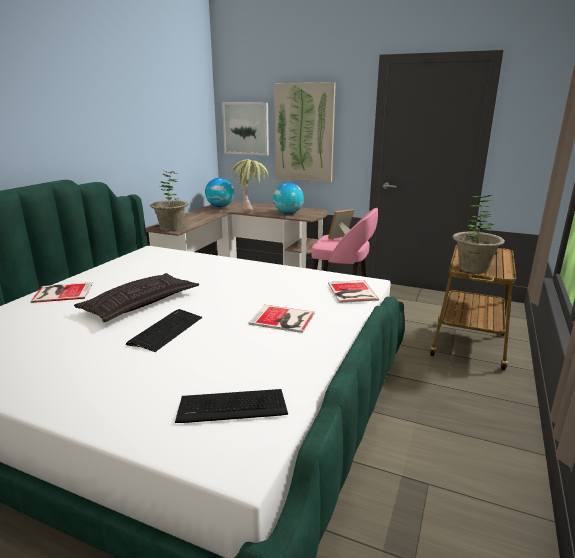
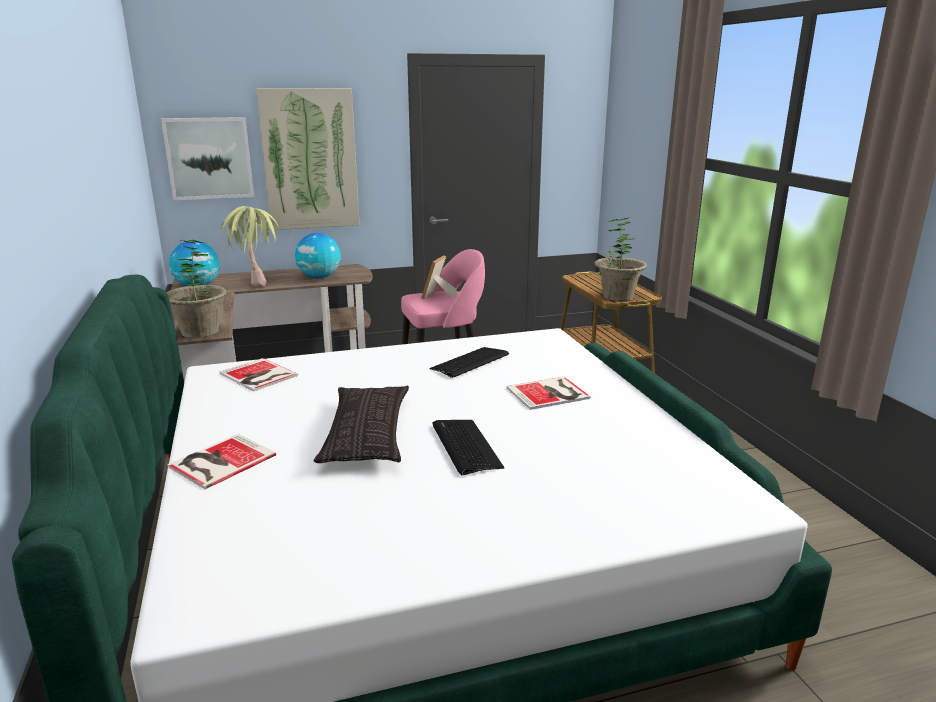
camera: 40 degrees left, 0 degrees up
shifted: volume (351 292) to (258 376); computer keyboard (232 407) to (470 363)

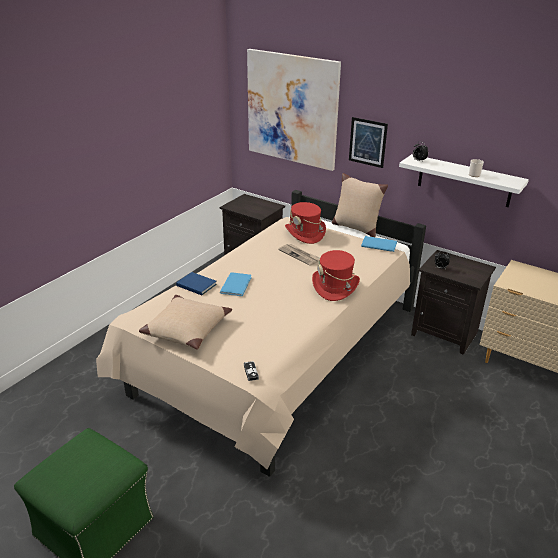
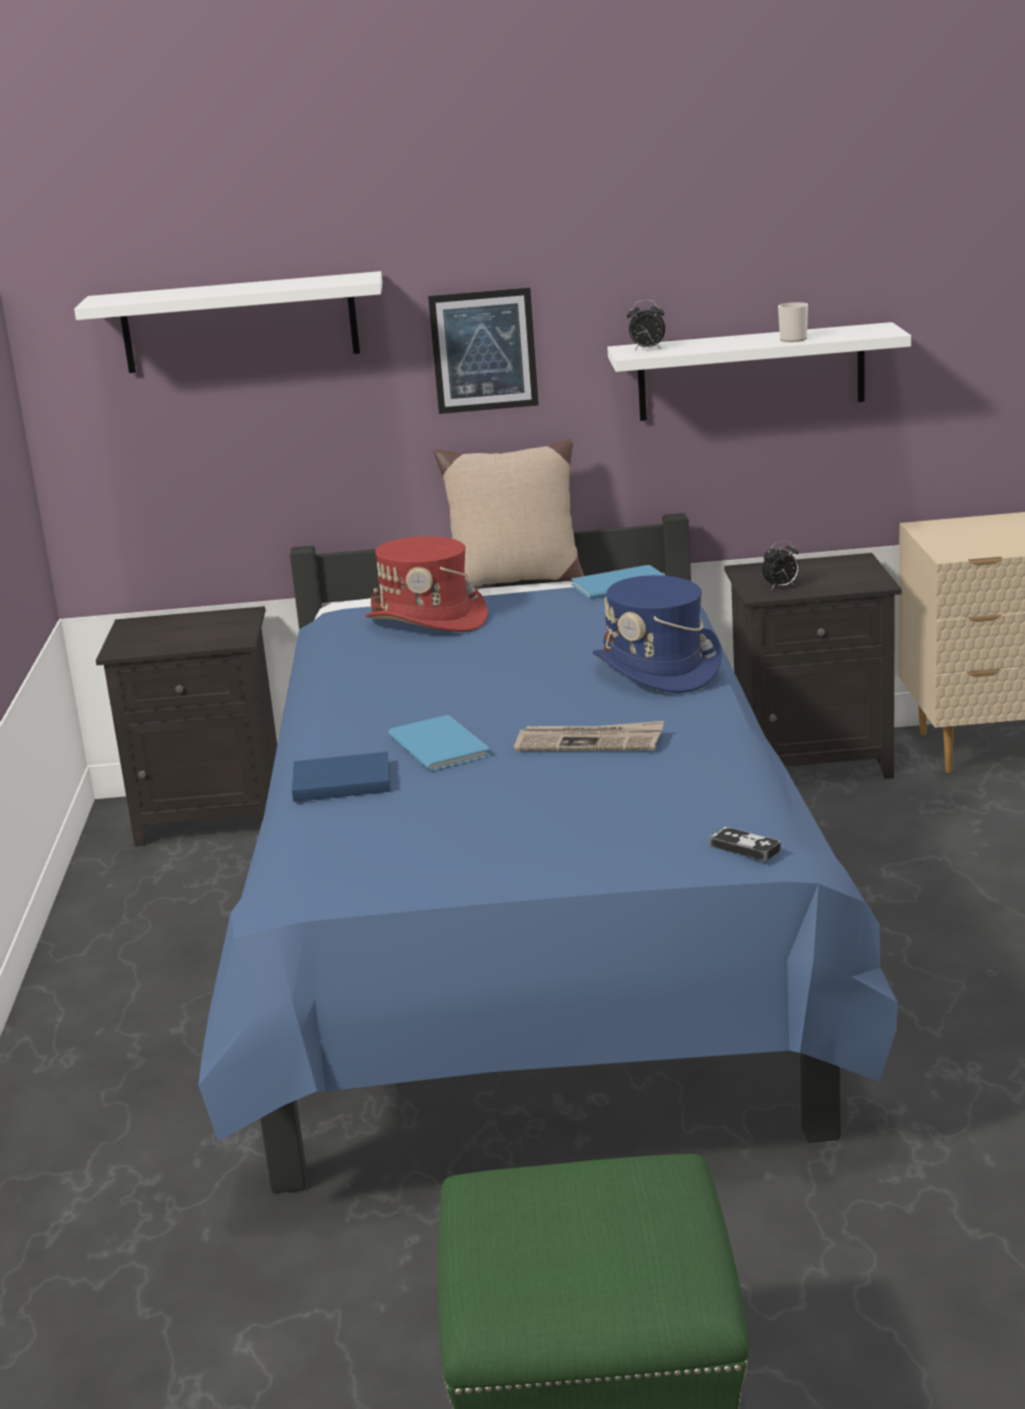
camera: 35 degrees left, 10 degrees down
gone: throw pillow in beige-coloured (186 329)
shifted: printed paper (299 255) to (590 742)
swapped: wall art (292 109) to shelf in white (239 323)
repainted: bedroom bed in beige-coloured (277 354) to bedroom bed in blue (529 942); hat in red-coloured (335 286) to hat in blue (658 670)

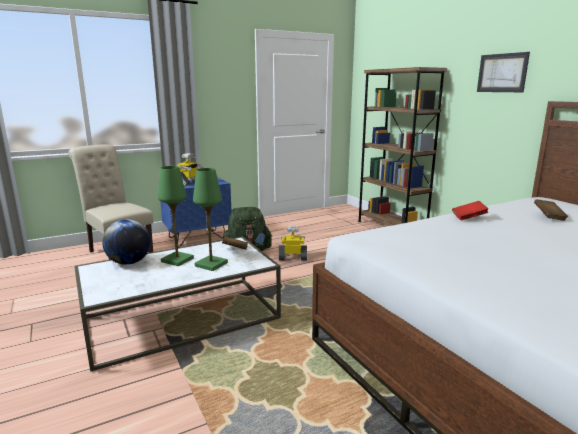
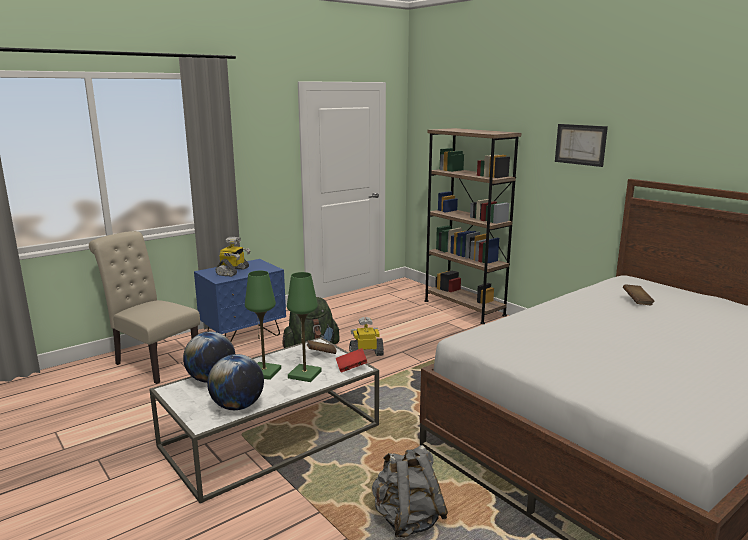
camera: 10 degrees left, 0 degrees up
new: desk globe (237 406); knapsack in grey (407 520)
shifted: volume in red-coloured (469 217) to (351 367)

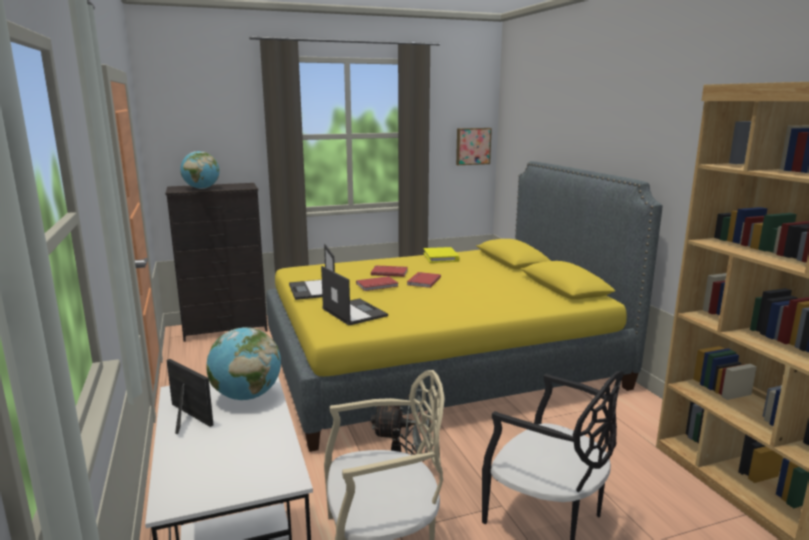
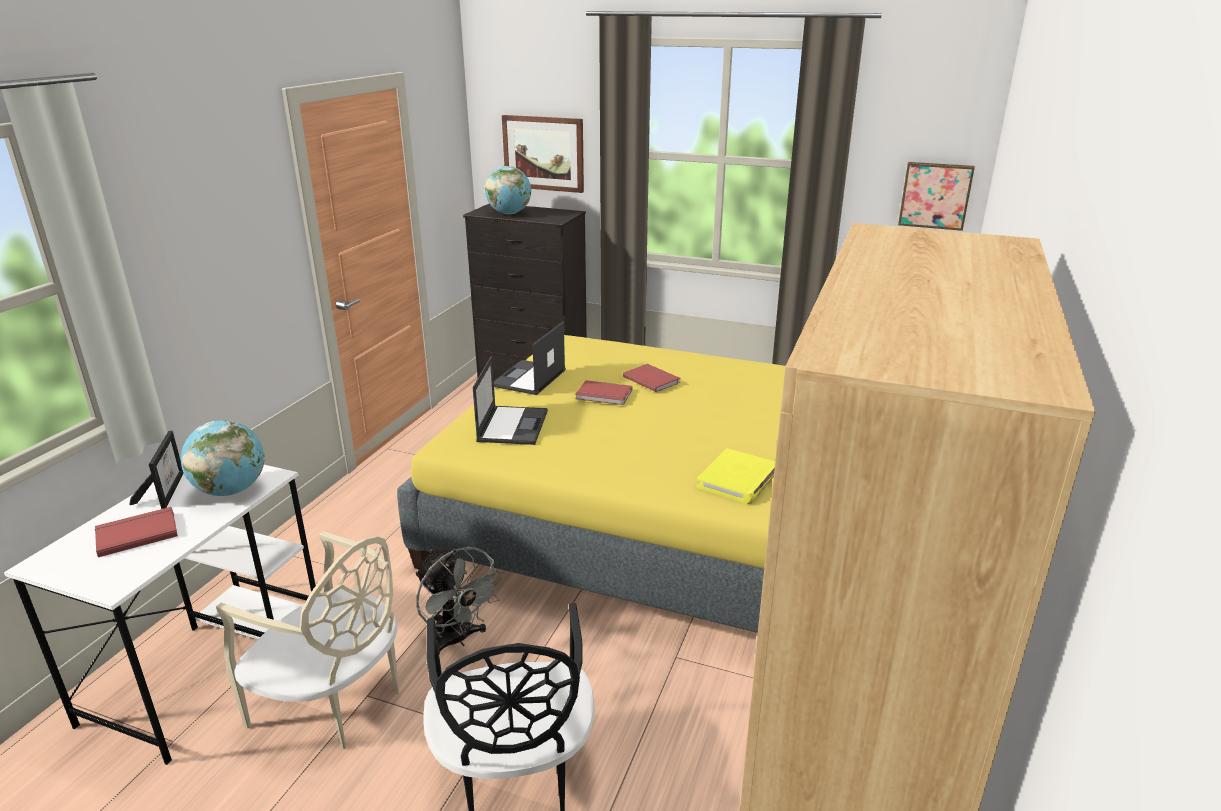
camera: 40 degrees right, 10 degrees up
new: wall art (543 153)
shifted: volume in yellowish (441 257) to (738 480); volume in red-coloured (422 281) to (136 533)

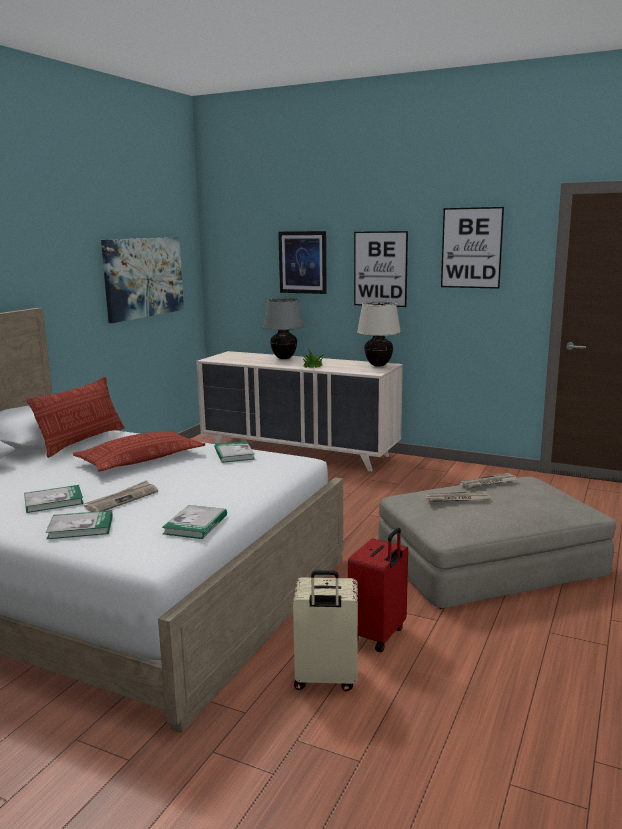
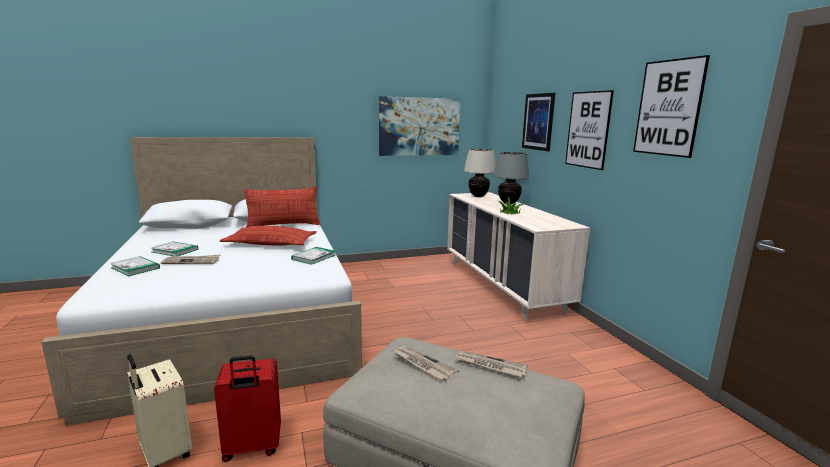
camera: 45 degrees right, 0 degrees up
gone: volume (195 524)
shifted: lamp for a table in beige-coloured (378 365) to (478 196)

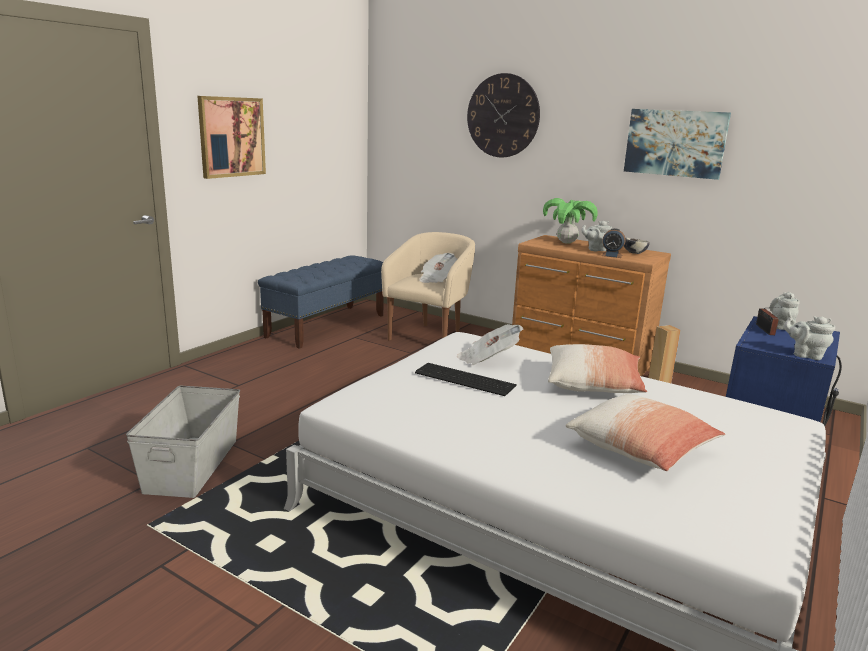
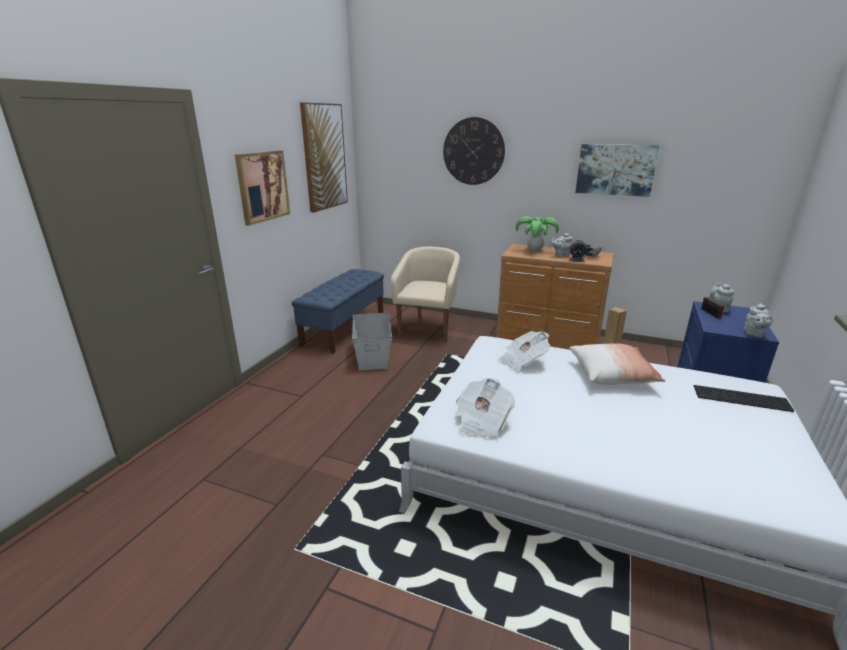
camera: 10 degrees left, 5 degrees up
gone: throw pillow (641 449)
new: wall art (324 157)
shifted: printed paper (437 279) to (481 422); computer keyboard (465 380) to (742 399); storage container in grey (193 465) to (373 355)
rotated: pot for tea in grey (805 355) = (753 334) 90 degrees counterclockwise

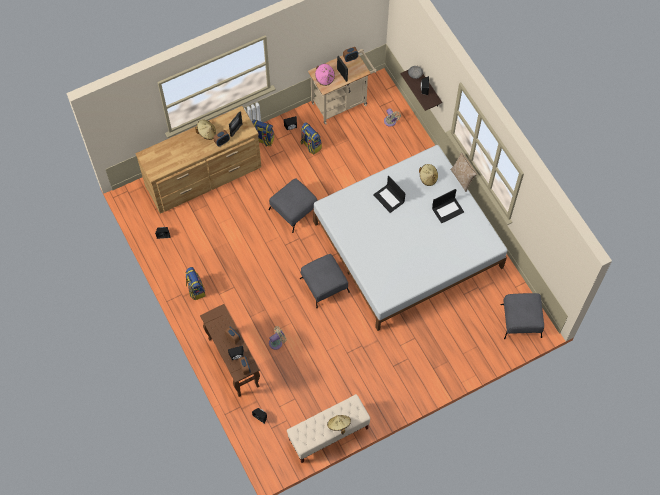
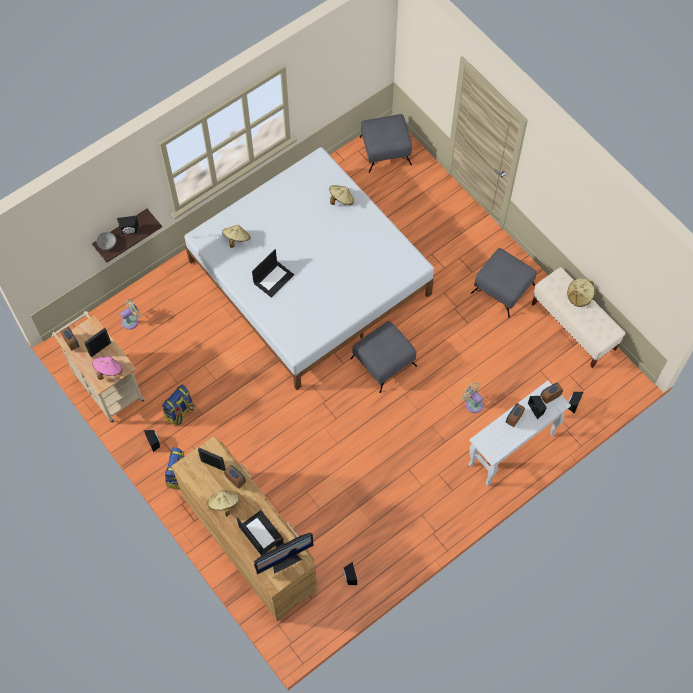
camera: 100 degrees left, 0 degrees up
gone: throw pillow (462 178); knapsack (195 289)
new: hat in beige-coloured (341 199); computer display (284 560)
shifted: ottoman in grey (294 210) to (502 288); notebook computer (448 210) to (260 533)
repainted: hall table in brown (233 362) to hall table in white (511 450)

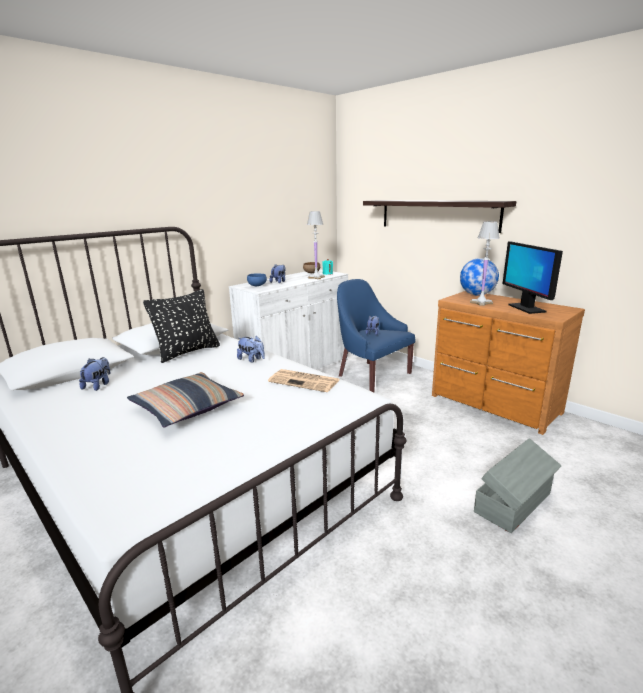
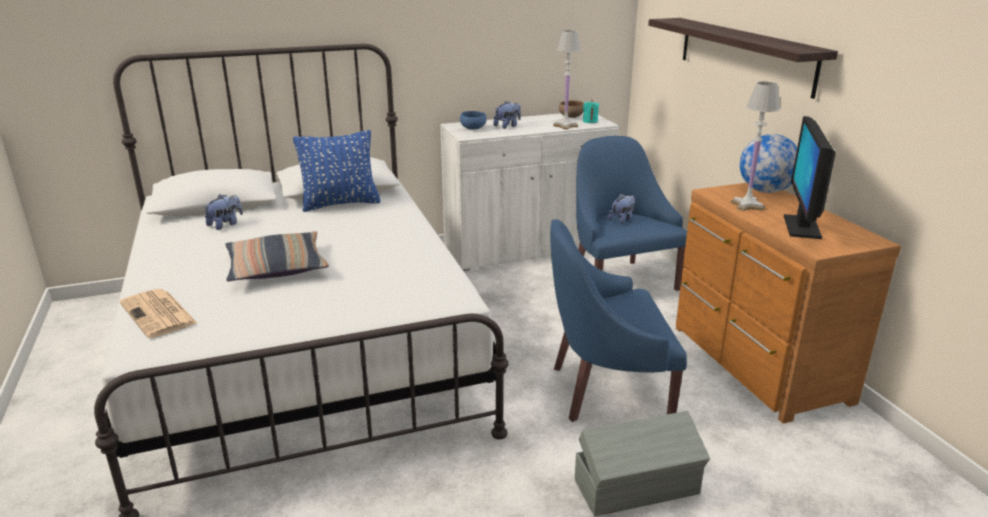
camera: 25 degrees right, 5 degrees up
gone: soft toy (251 360)
new: lounge chair in blue (606 390)
shifted: printed paper (305 381) to (159 314)
repainted: throw pillow in blackish (187 352) to throw pillow in blue (340 204)

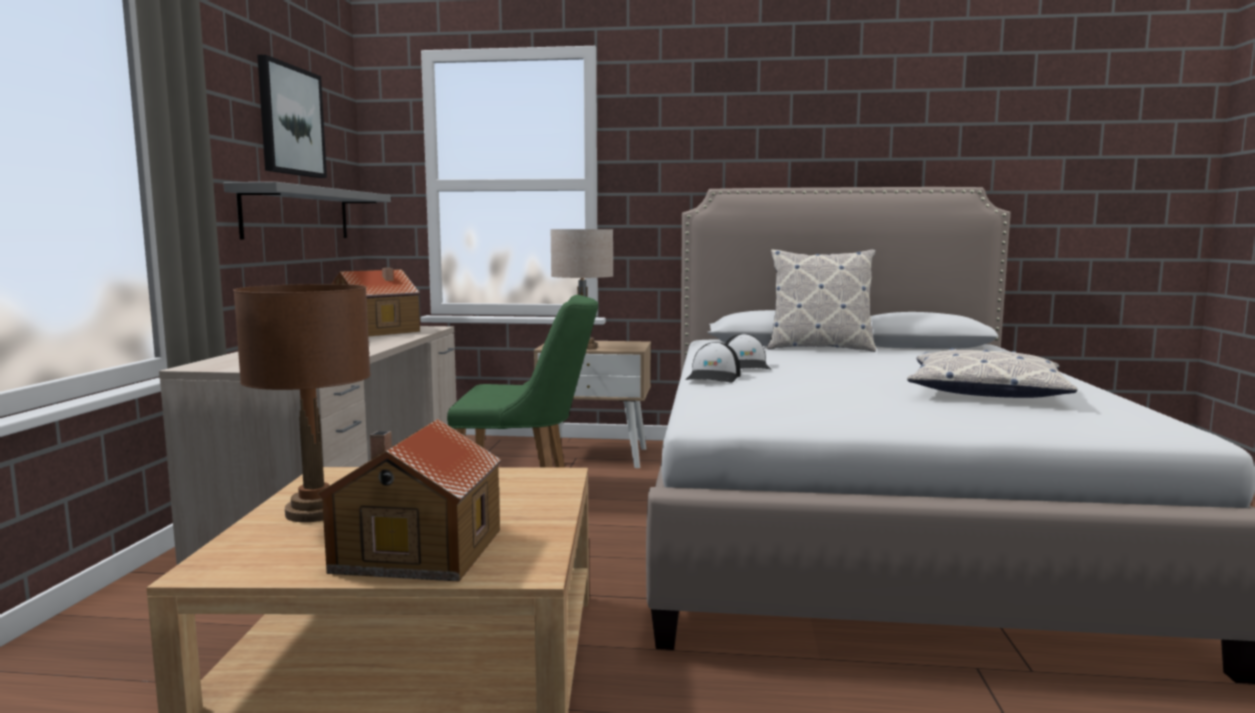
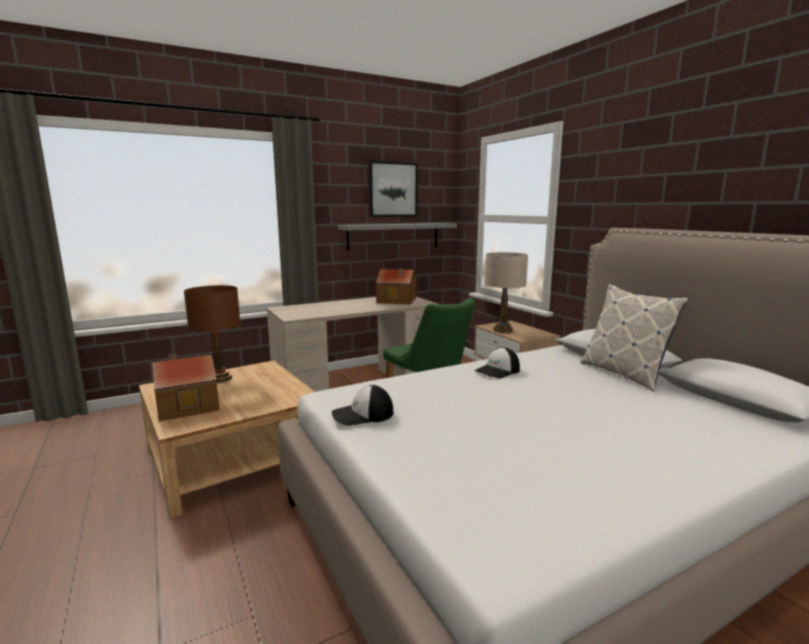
camera: 55 degrees right, 5 degrees up
gone: throw pillow (985 391)
shifted: cap (714 377) to (362 415)

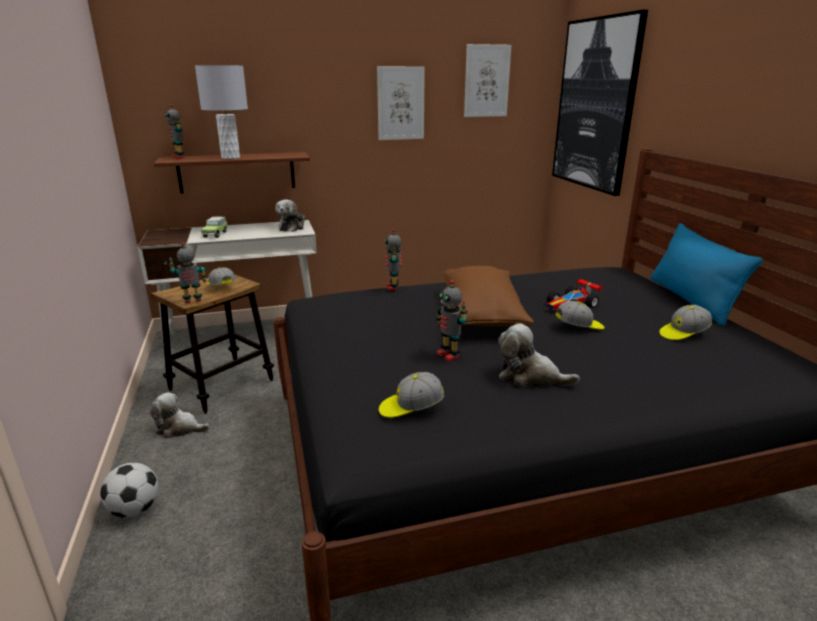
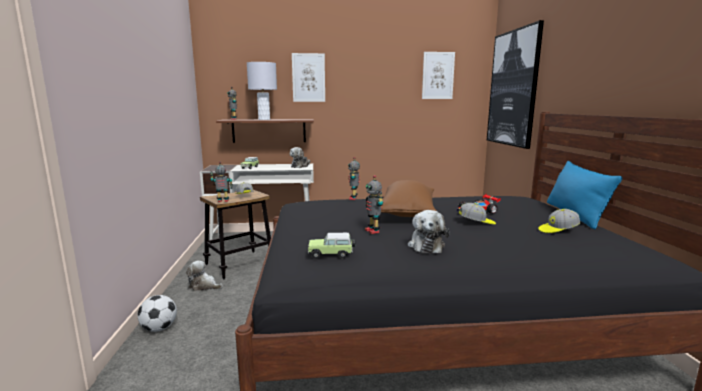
camera: 10 degrees right, 10 degrees down
shifted: wall art (400 103) to (308 77)
swapped: cap (411 408) to toy car (332 254)
rotated: soft toy (530 377) = (426 245) 120 degrees counterclockwise

